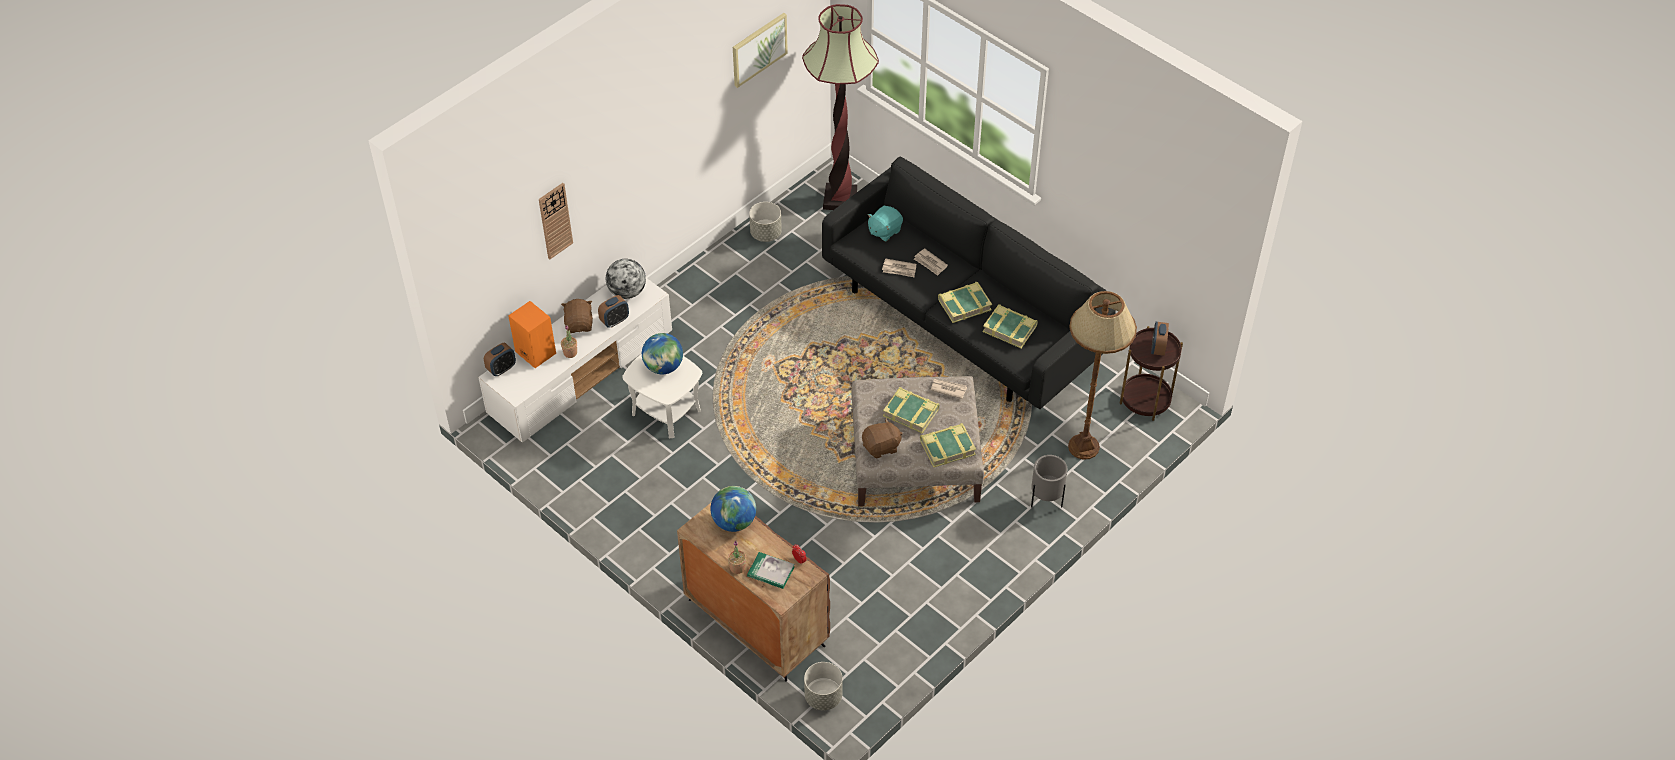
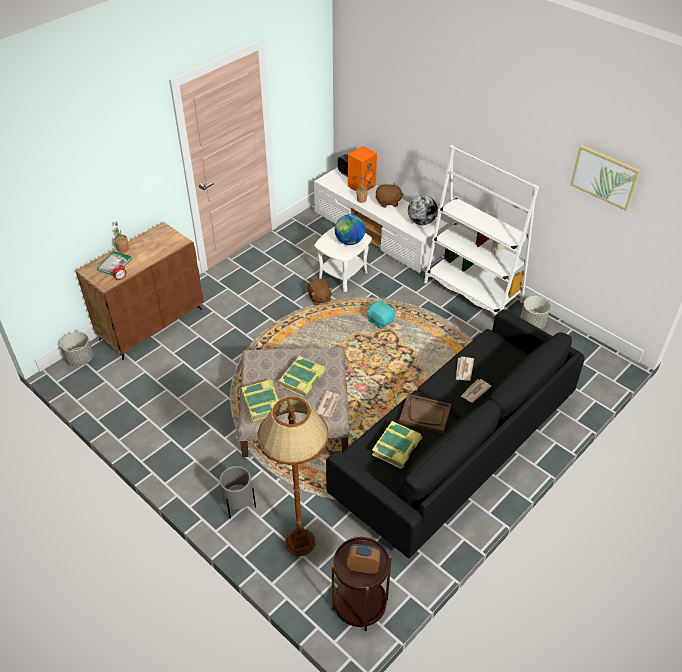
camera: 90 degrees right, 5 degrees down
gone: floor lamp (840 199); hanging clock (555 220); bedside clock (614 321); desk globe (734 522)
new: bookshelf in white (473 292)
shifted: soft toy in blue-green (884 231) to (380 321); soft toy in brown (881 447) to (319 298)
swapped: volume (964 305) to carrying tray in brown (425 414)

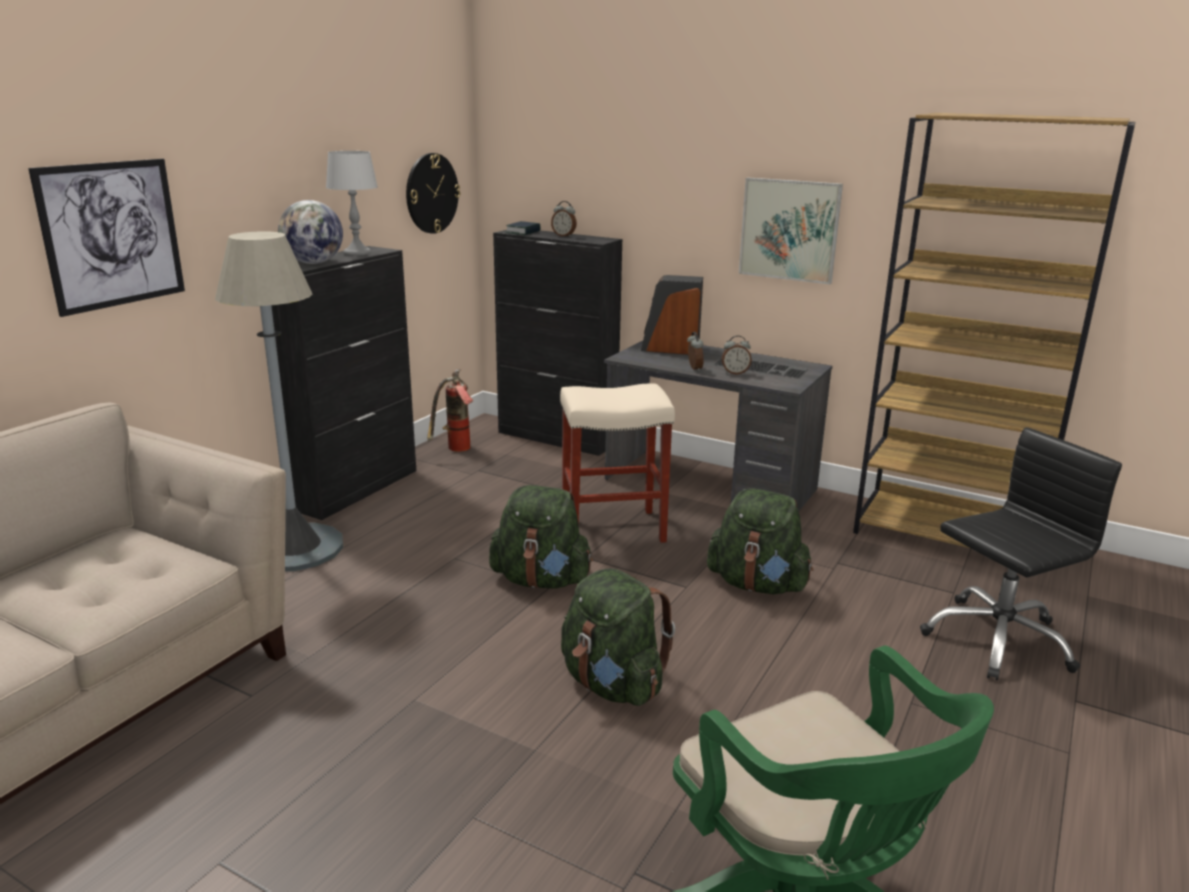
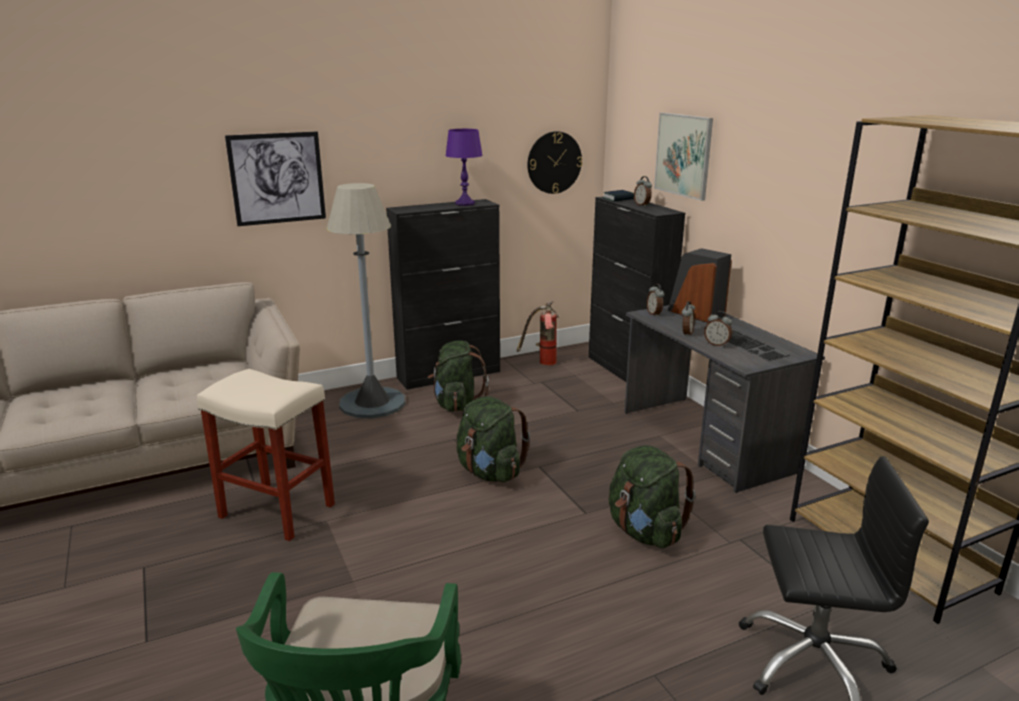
camera: 35 degrees right, 0 degrees up
gone: desk globe (314 263)
new: bedside clock (654 314)
shifted: wall art (789 230) to (683 155); stool in beige-coloured (611 529) to (275 511); knapsack in greenish (613 684) to (457 404)
repainted: lamp for a table in grey (357 253) to lamp for a table in purple-coloured (464 203)

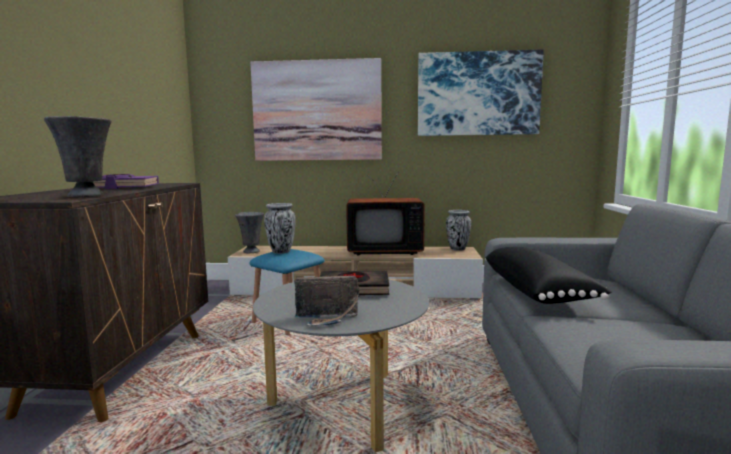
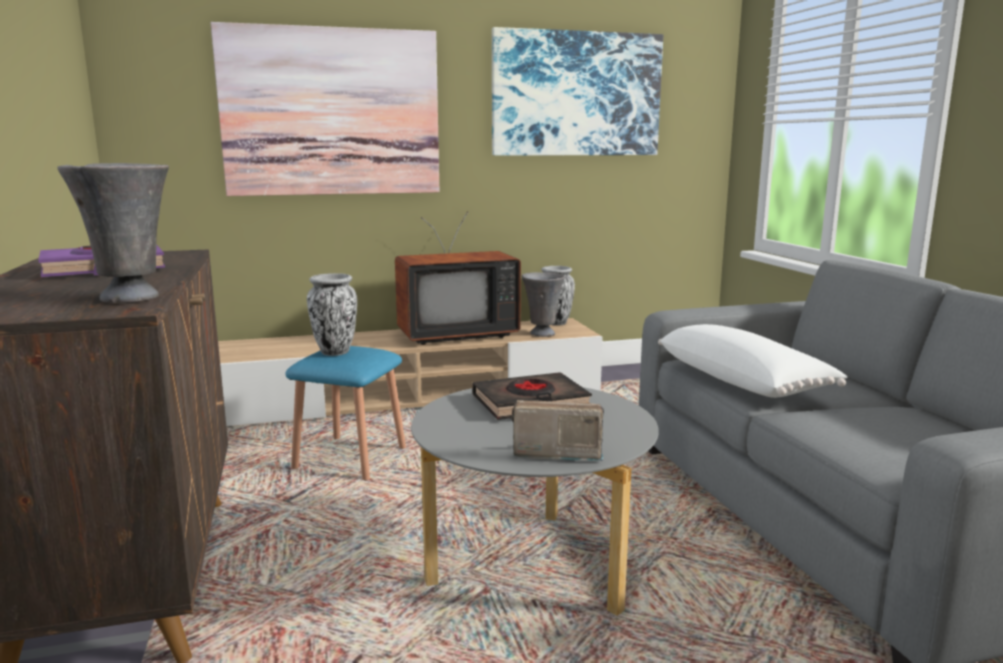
camera: 20 degrees left, 5 degrees up
shifted: vase in grey (251 251) to (542 333)
repainted: throw pillow in blackish (538 291) to throw pillow in white (743 381)
rotated: radio set (328 319) = (555 452) 150 degrees counterclockwise

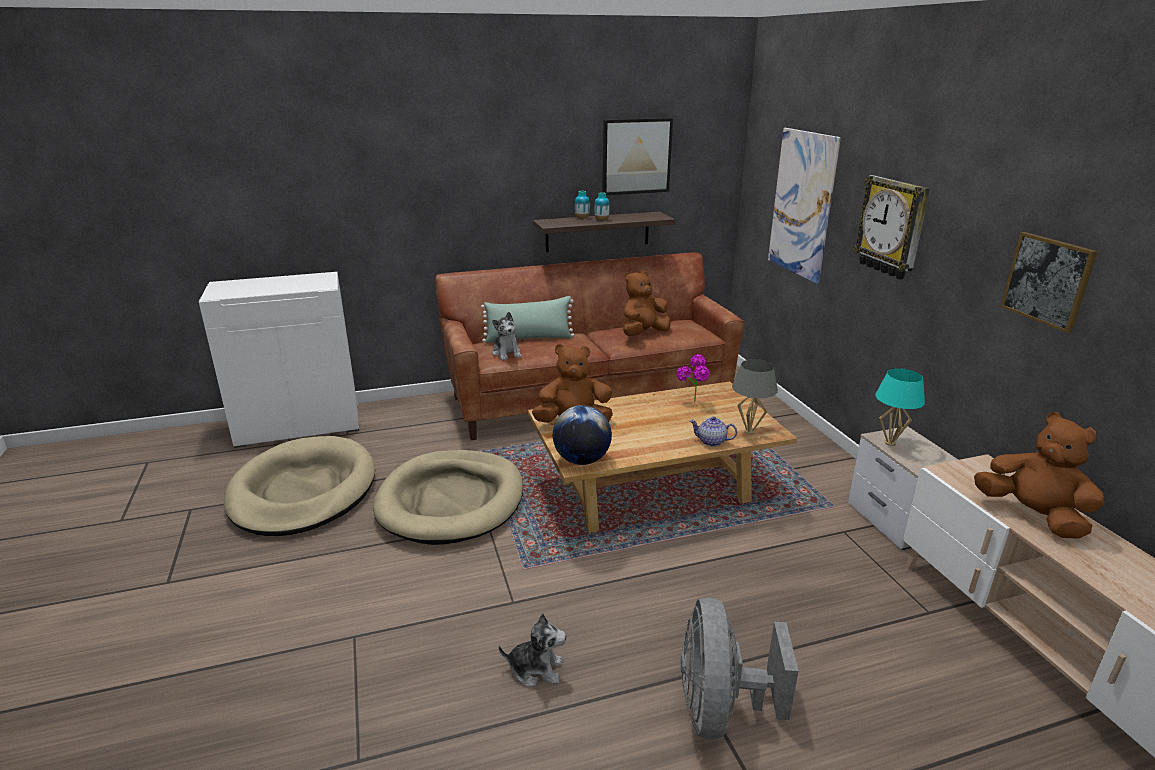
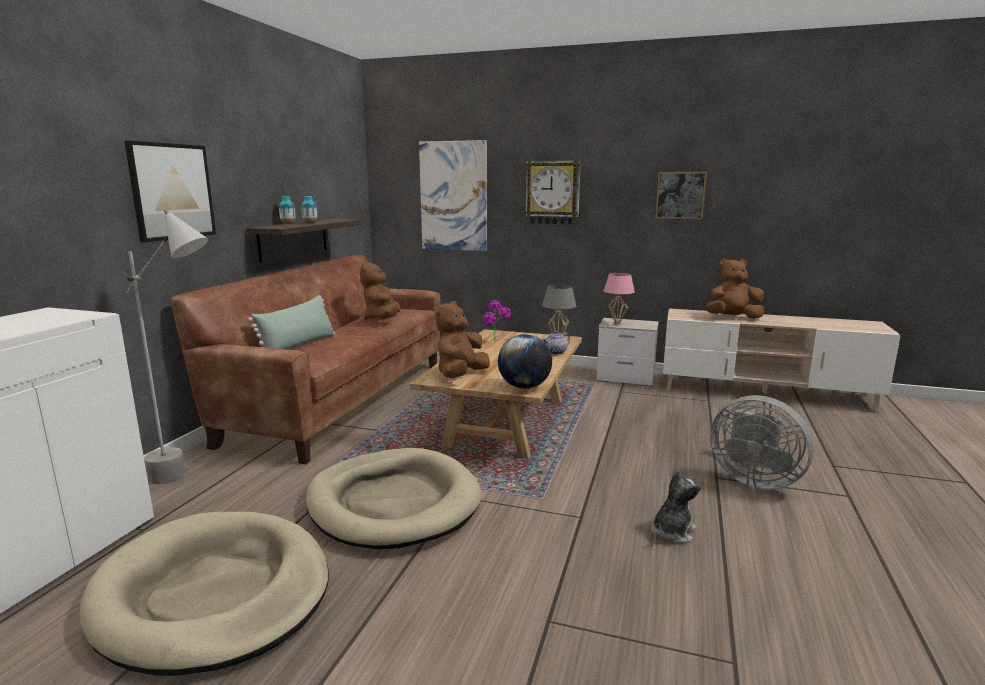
camera: 55 degrees left, 10 degrees down
gone: soft toy (506 353)
new: floor lamp in grey (192 478)
shifted: wall art (636 156) to (172 191)
repainted: lamp for a table in blue-green (890 443) to lamp for a table in pink-coloured (617 324)

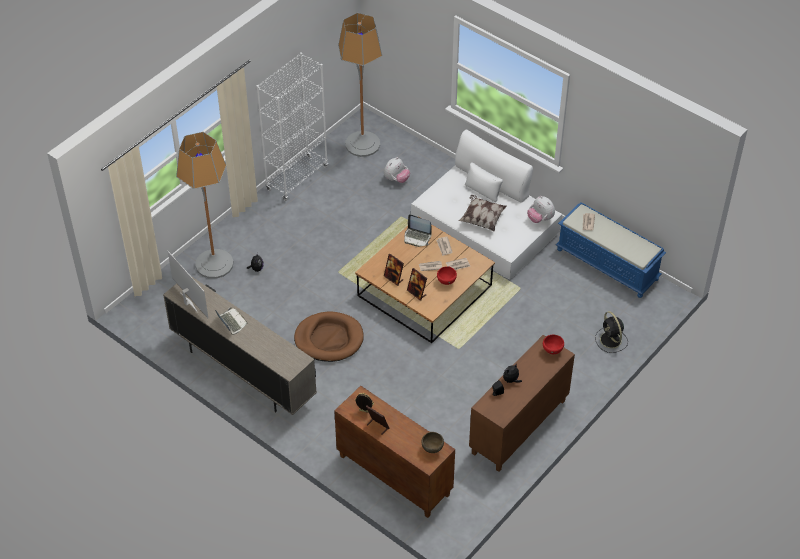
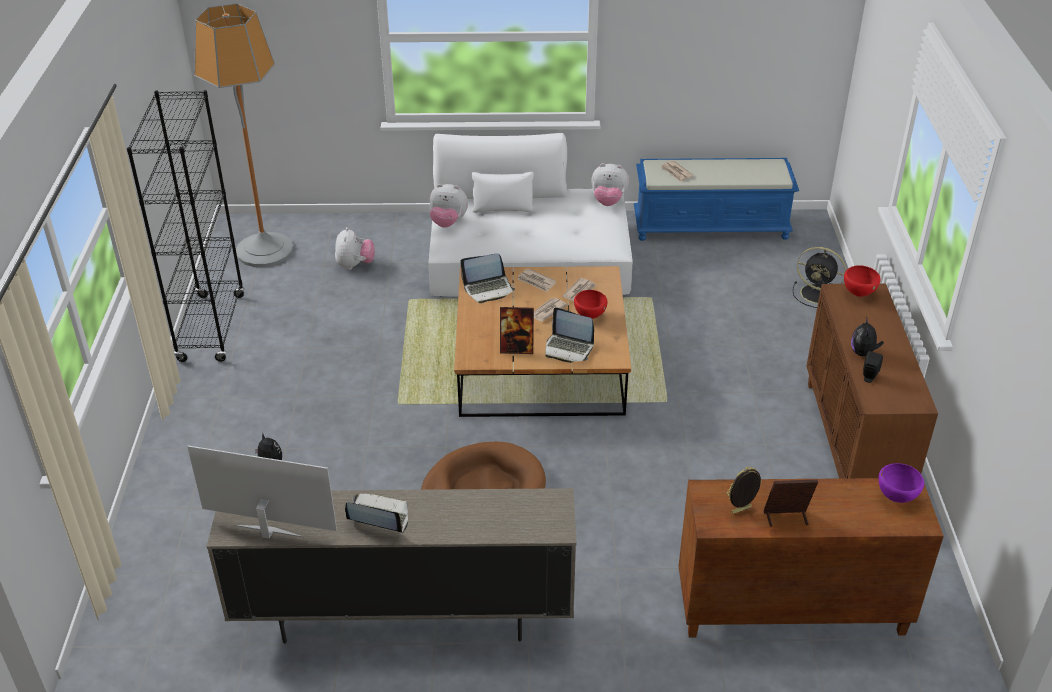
camera: 40 degrees left, 10 degrees down
gone: floor lamp (214 264); throw pillow (482 219)
new: soft toy (448 223)
swapped: standing frame (416 293) to notebook computer (568 348)
repainted: bookshelf in white (297 178) to bookshelf in blackish (211 328); serving bowl in brown (432 449) to serving bowl in purple-coloured (895 497)

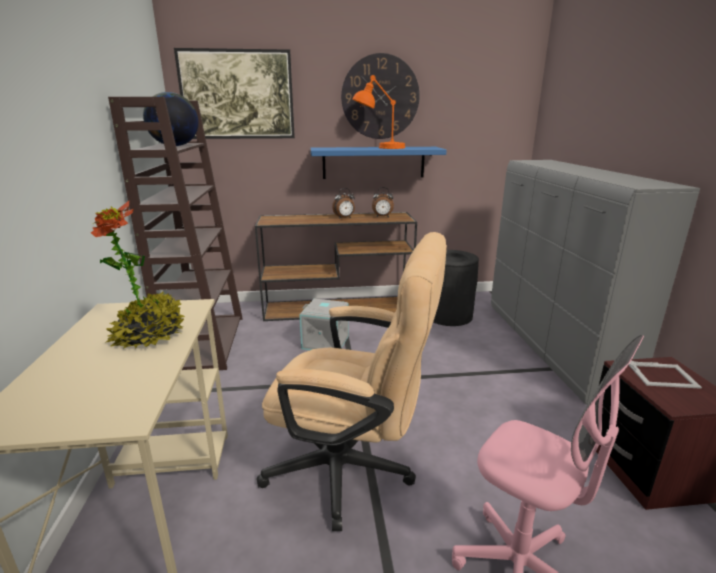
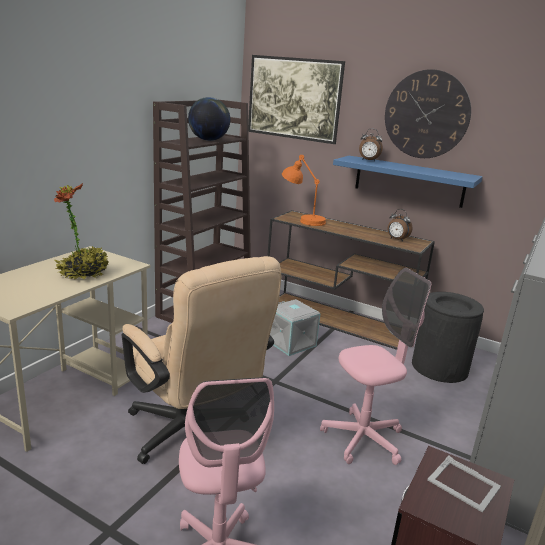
camera: 35 degrees right, 0 degrees up
new: office chair in pink-coloured (363 439)
shifted: lamp for a table in orangey (379 148) to (302 219); bedside clock (344 218) to (368 160)

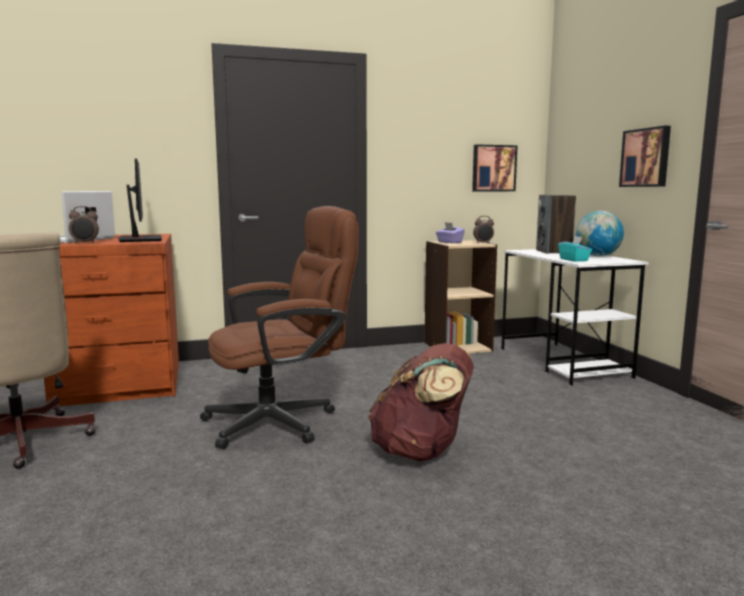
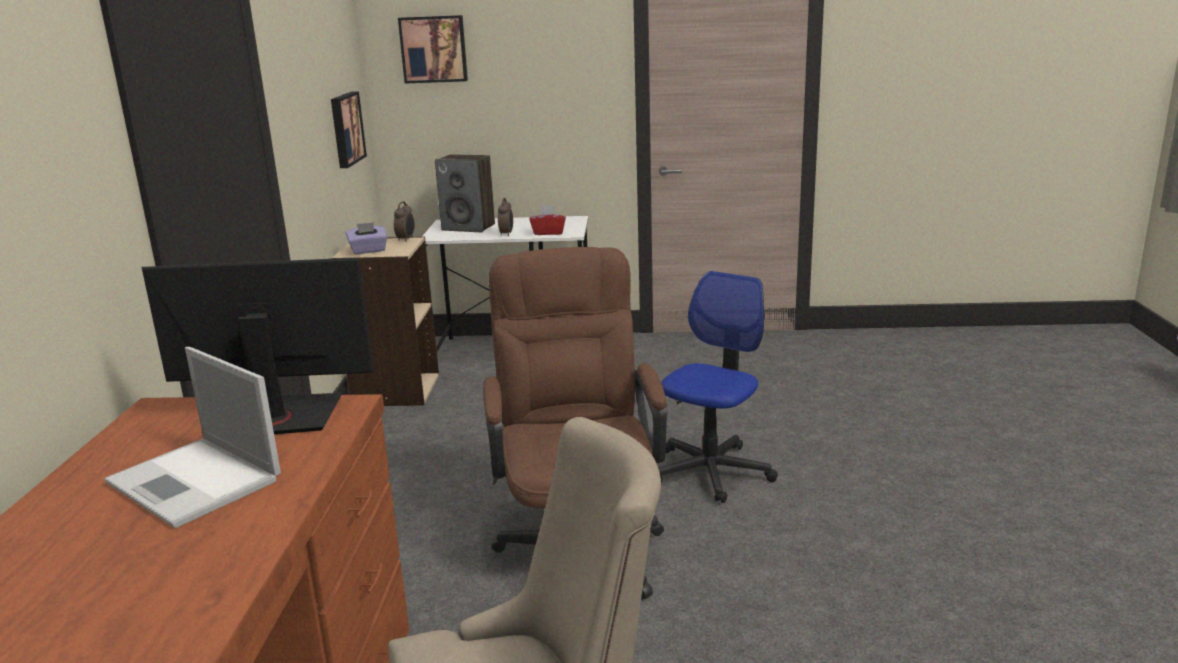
camera: 70 degrees left, 10 degrees up
gone: desk globe (597 256)
shifted: wall art (646 157) to (434 49); bedside clock (85 243) to (506 234)
swapped: knapsack in brown (421 452) to office chair (711 471)
repainted: tissue box in blue-green (574 260) to tissue box in red-coloured (548 232)

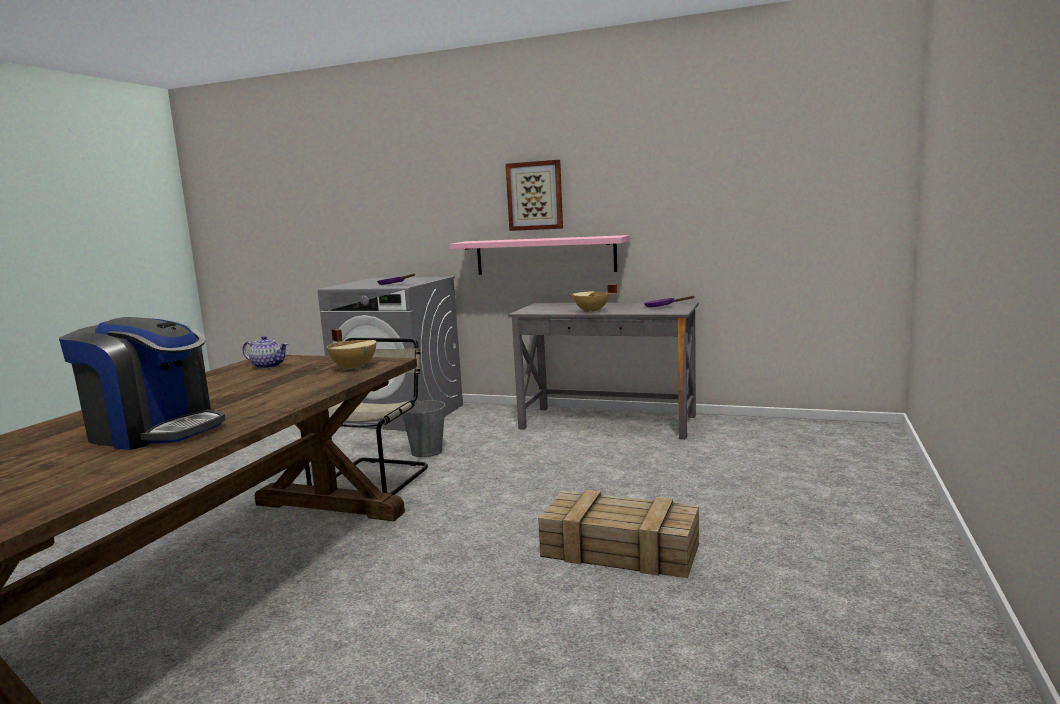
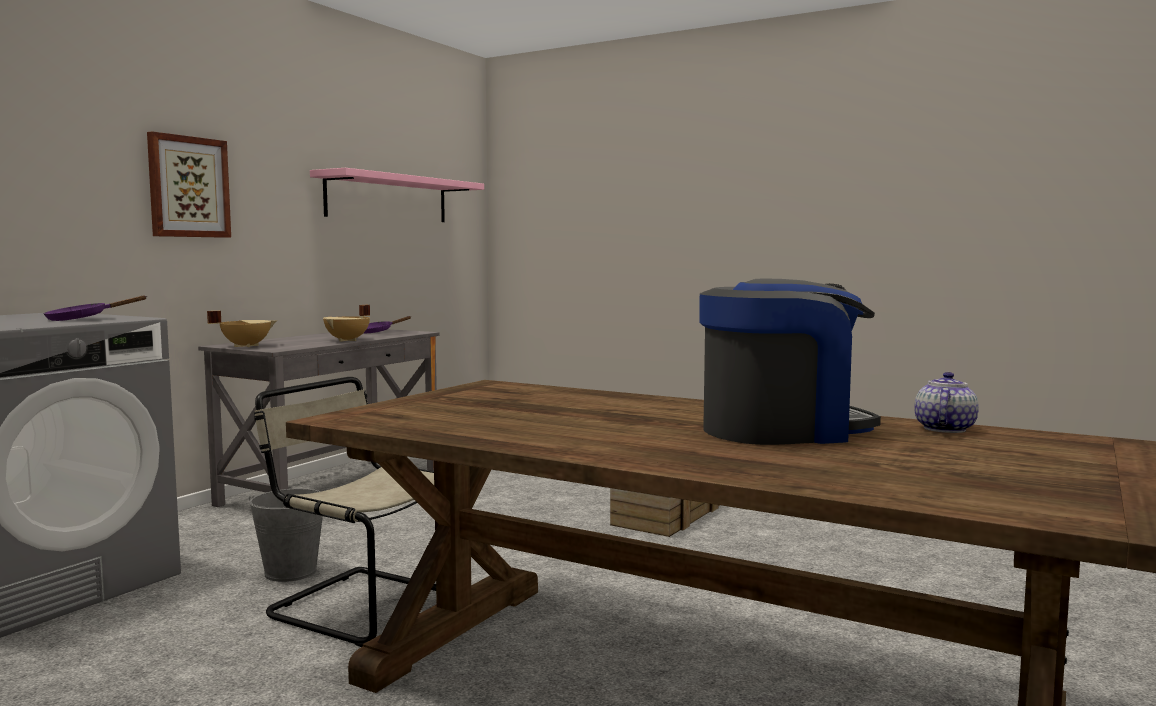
camera: 80 degrees left, 5 degrees down
shifted: shelf in pink-coloured (545 255) to (388 199); stockpot in beige-coloured (354 367) to (245 346); pot for tea (268 366) to (943 429)
rotated: coffee brewer (154 431) = (781 430) 45 degrees clockwise

